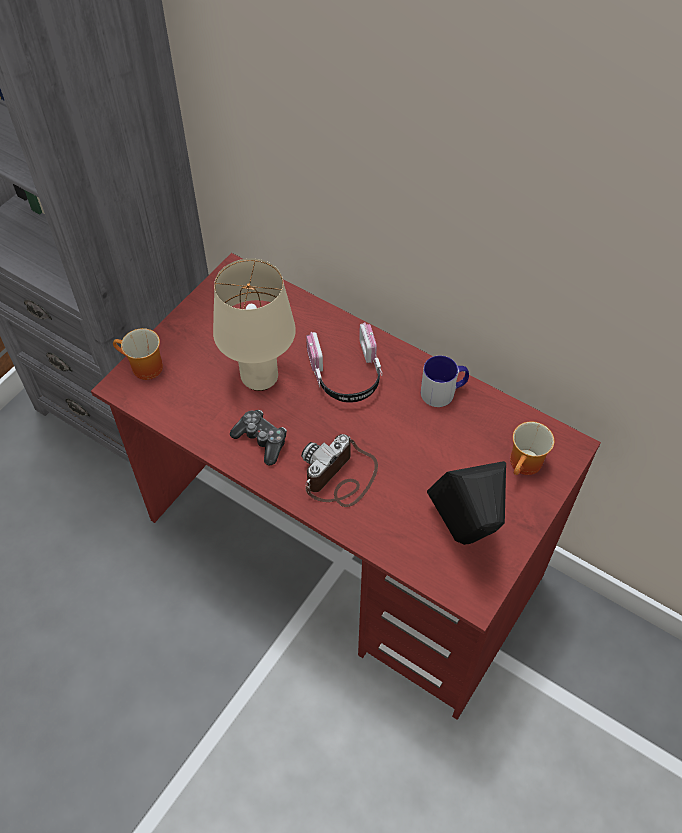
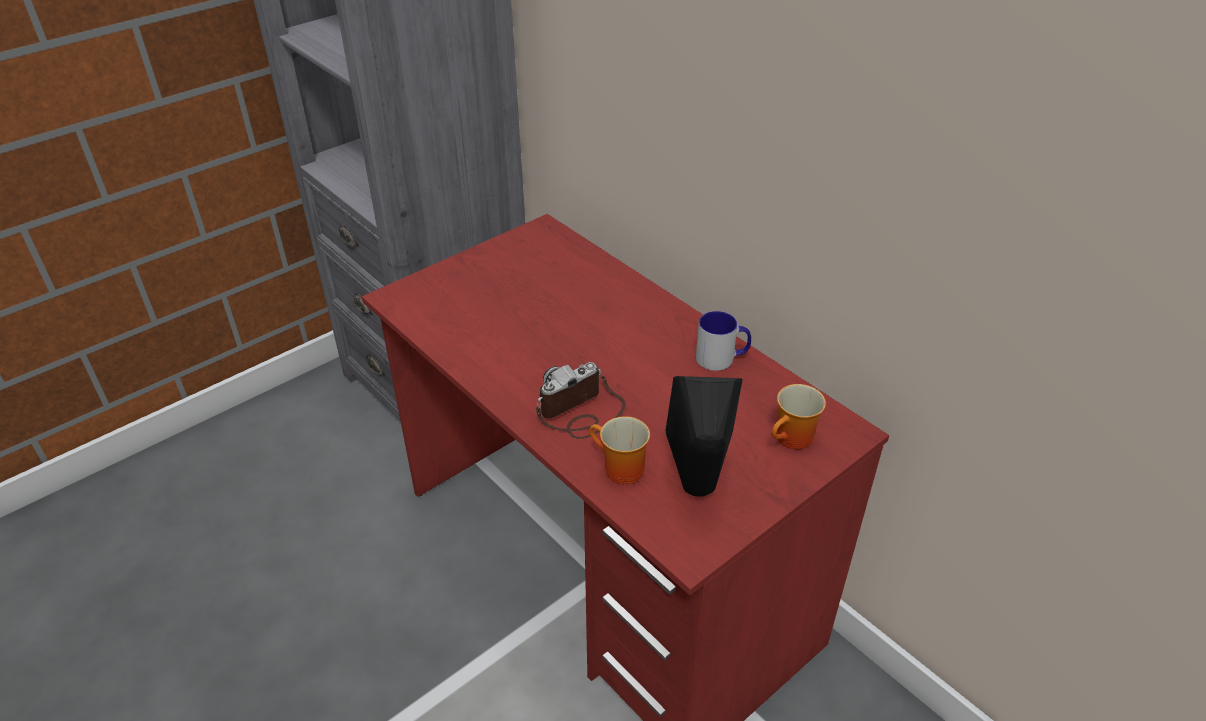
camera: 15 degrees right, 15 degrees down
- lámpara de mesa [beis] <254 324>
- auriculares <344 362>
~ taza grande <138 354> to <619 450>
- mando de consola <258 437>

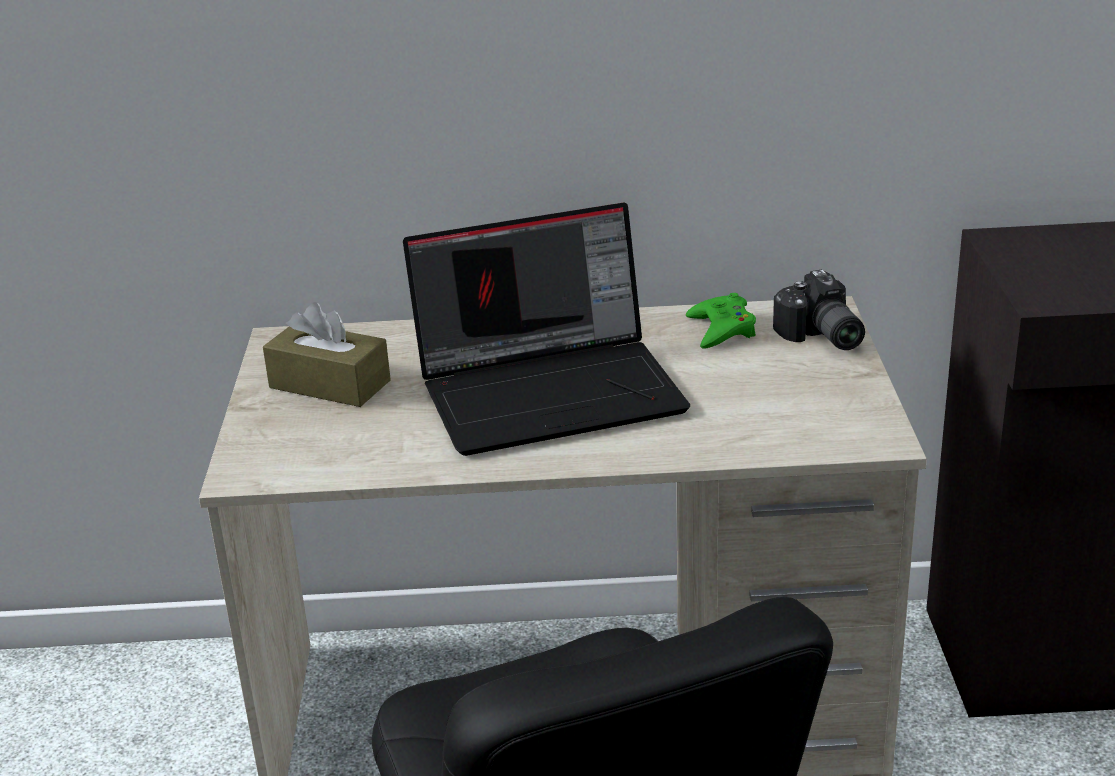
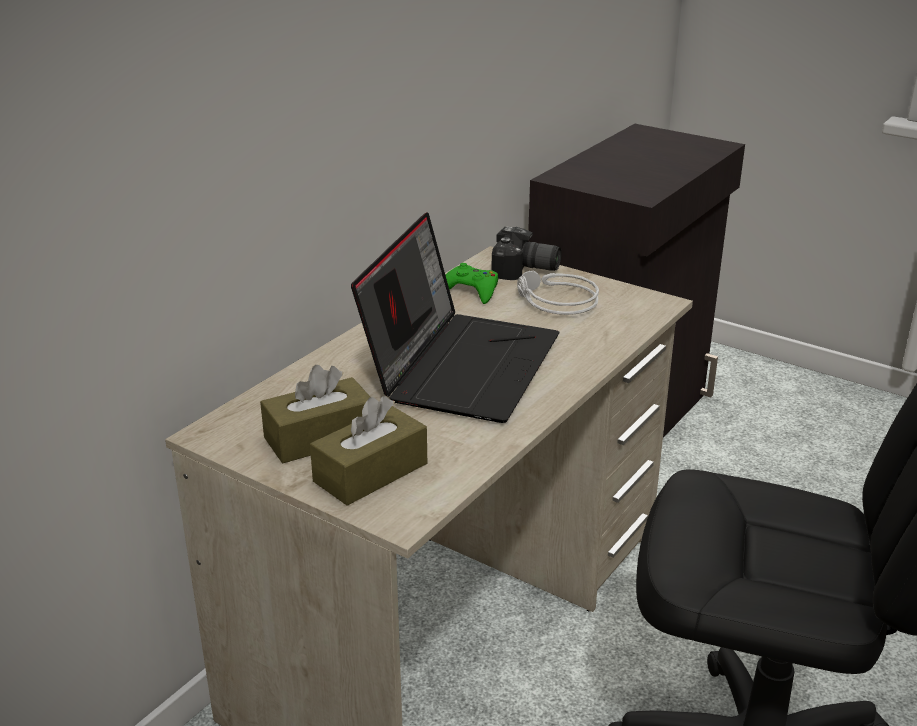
camera: 55 degrees left, 0 degrees up
+ auriculares [gris] <558 292>
+ caja de pañuelos [marrón] <368 451>

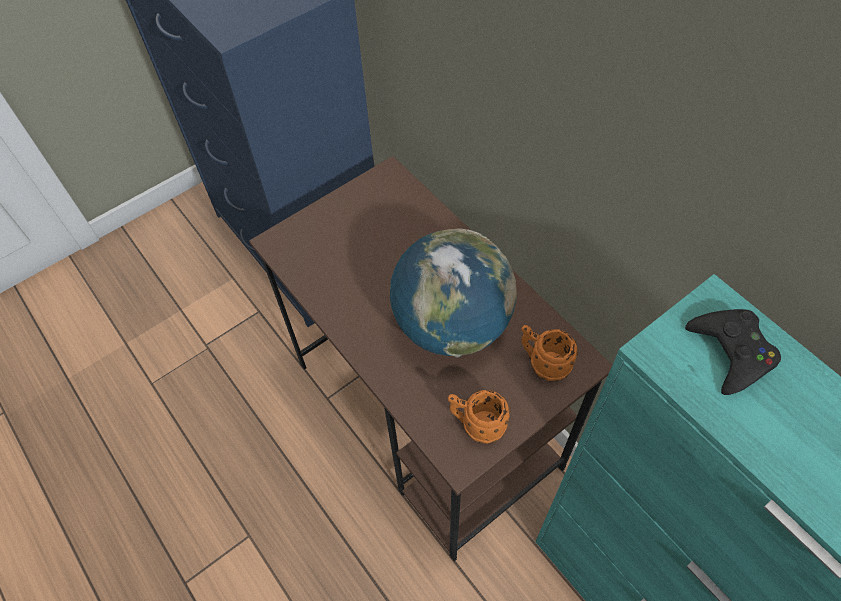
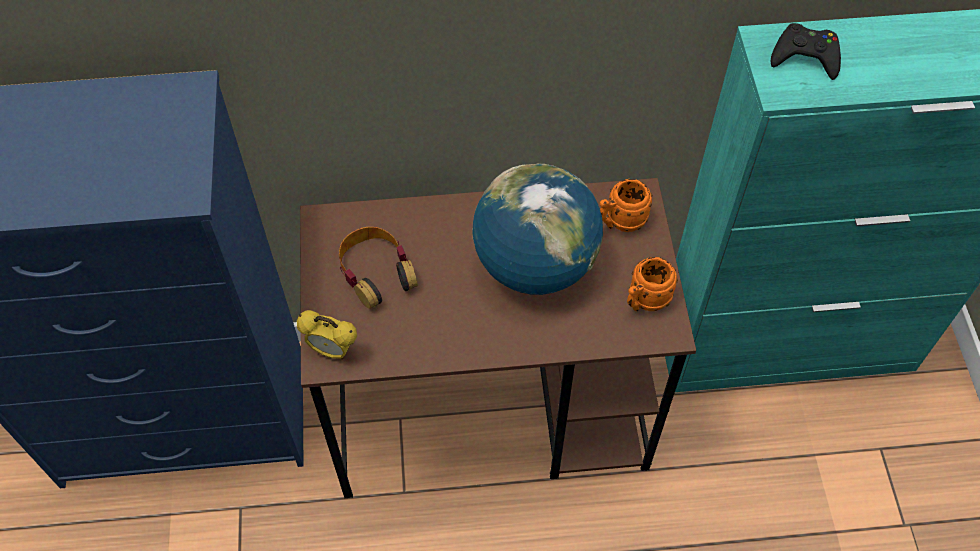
camera: 60 degrees left, 0 degrees up
+ auriculares <378 268>
+ despertador <327 334>

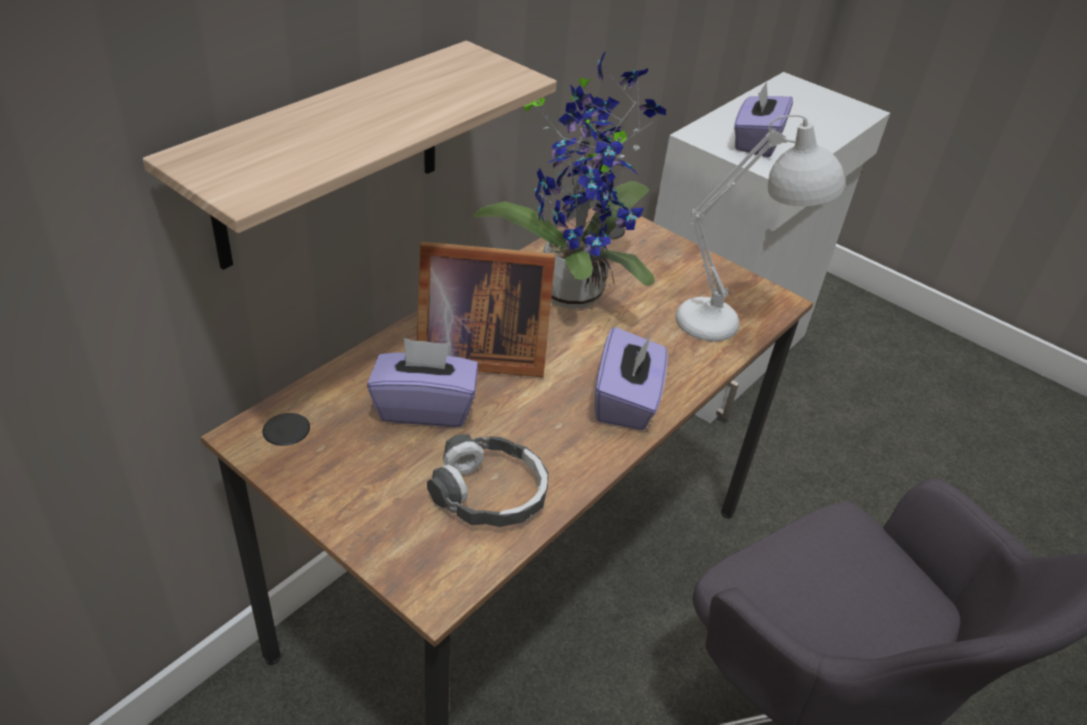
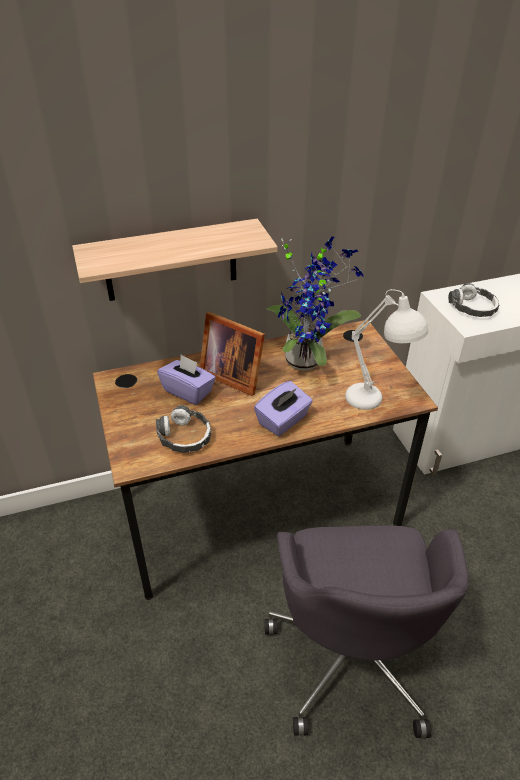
camera: 35 degrees right, 0 degrees up
~ caja de pañuelos [morado] <763 119> to auriculares <473 300>

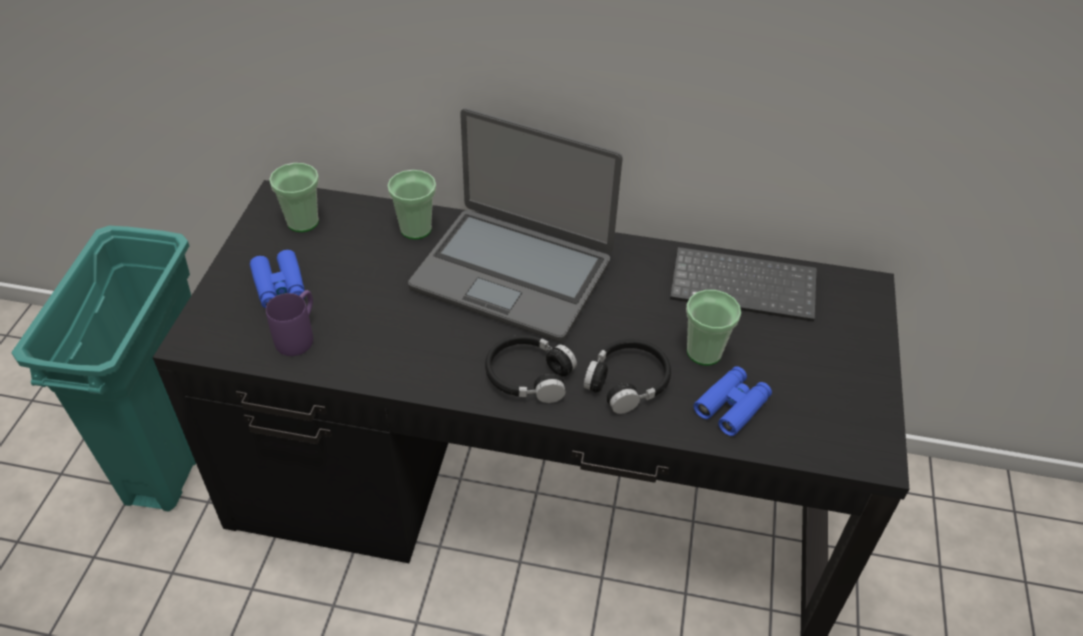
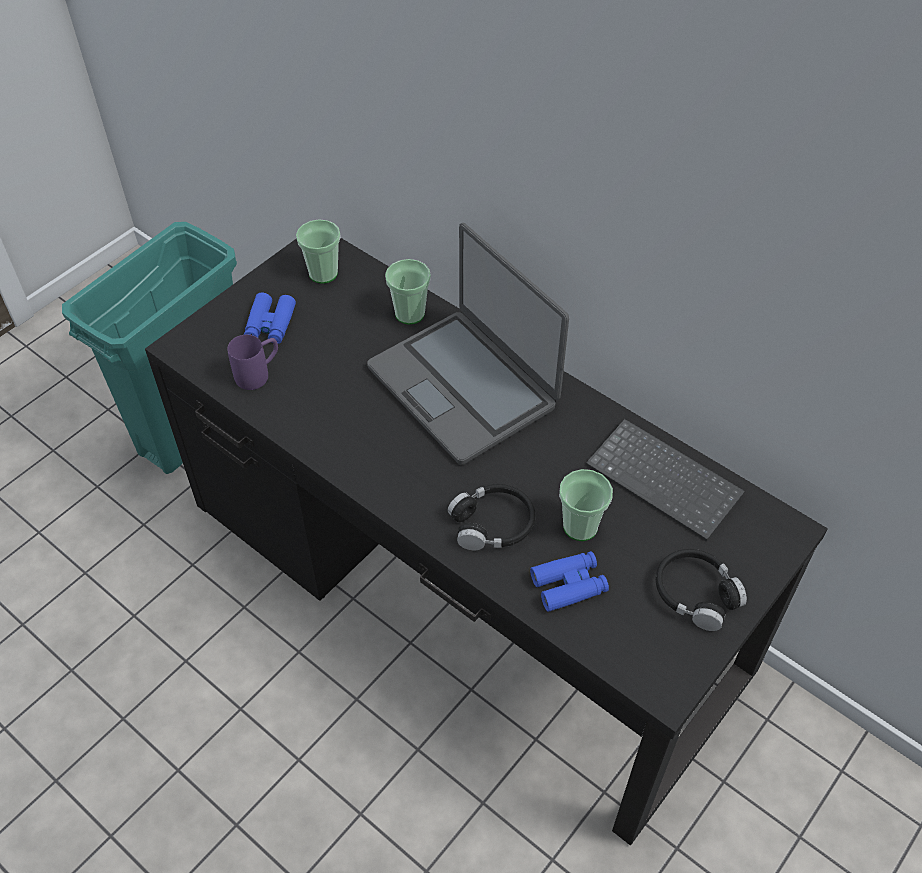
camera: 30 degrees right, 5 degrees up
~ auriculares [negro] <531 369> to <701 590>

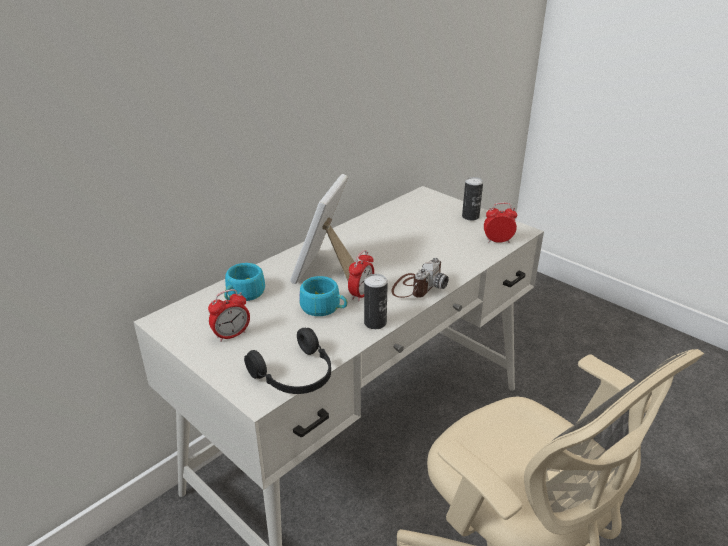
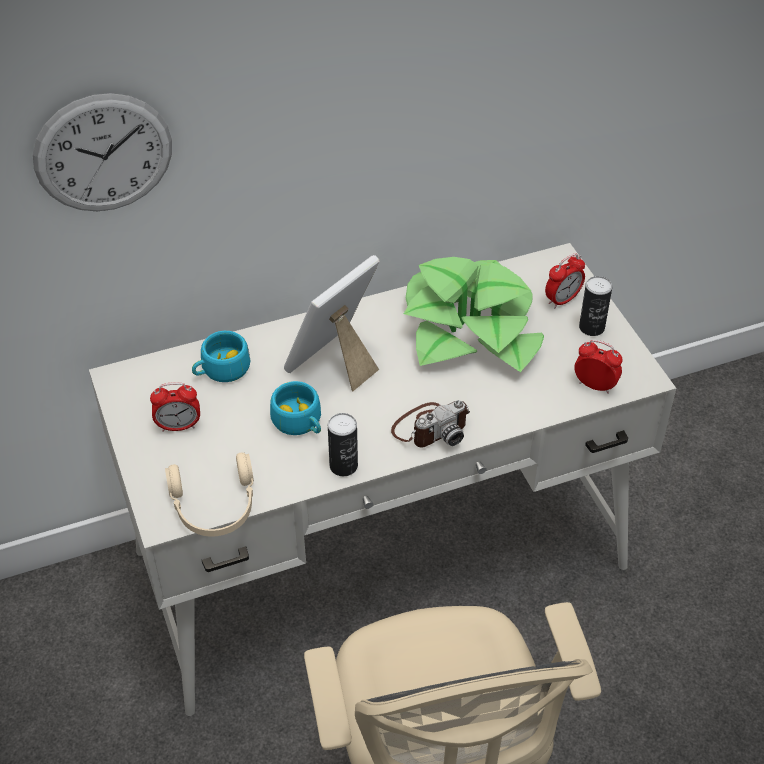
camera: 25 degrees right, 15 degrees up
~ despertador <361 276> to <565 280>
~ auriculares [negro] <287 361> to auriculares [beis] <209 495>
+ reloj de pared <102 152>
+ planta en maceta <474 314>

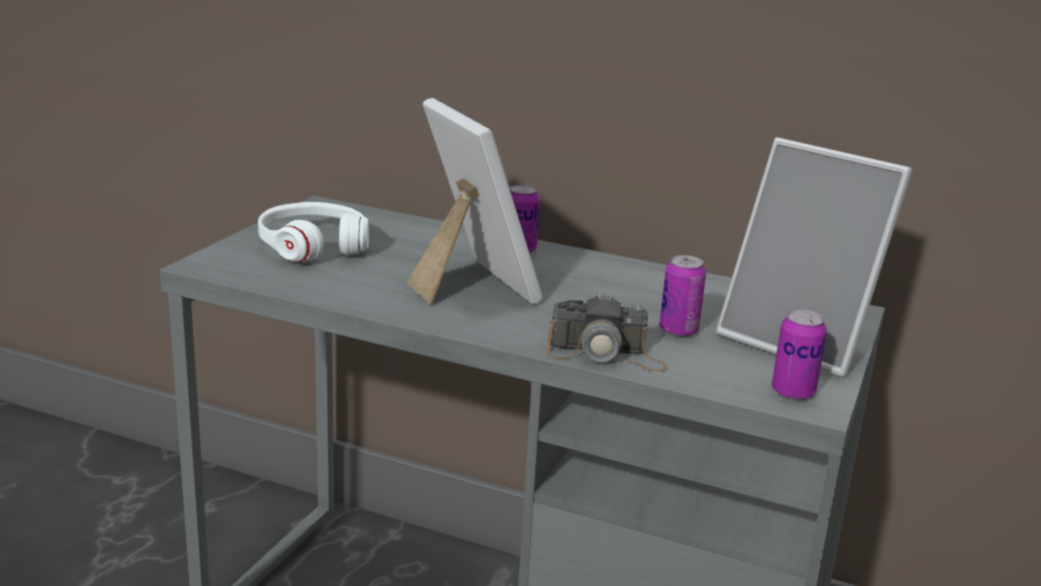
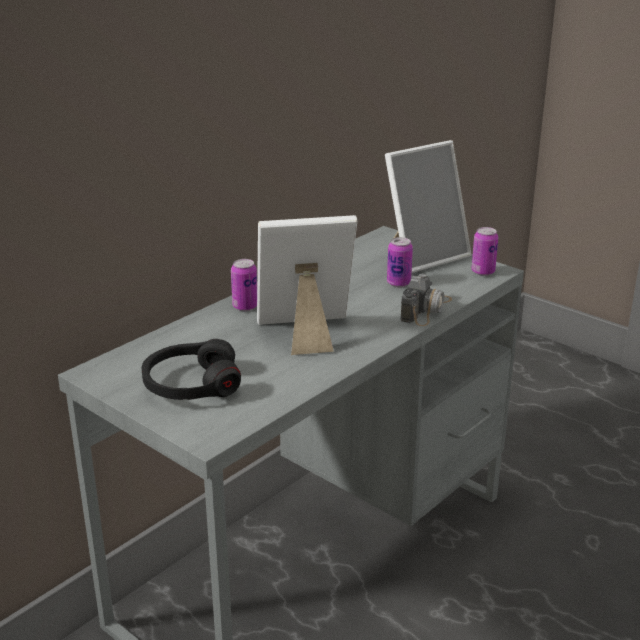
camera: 70 degrees left, 5 degrees up
~ auriculares [blanco] <313 232> to auriculares [negro] <191 369>

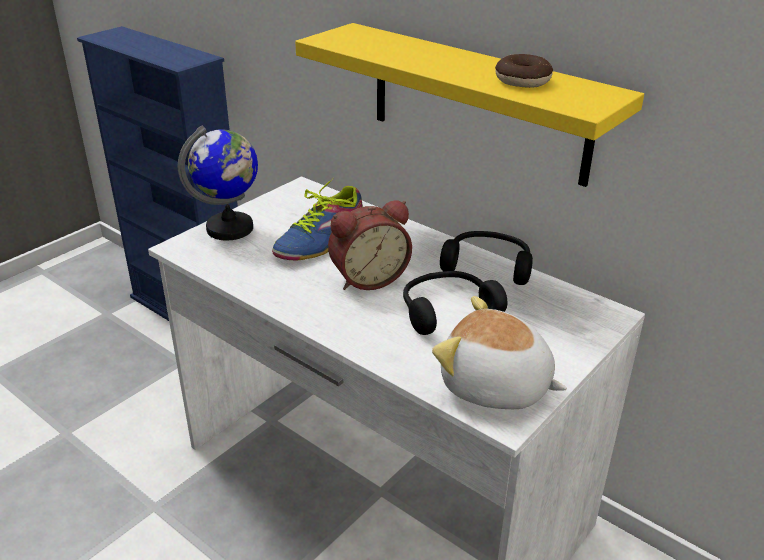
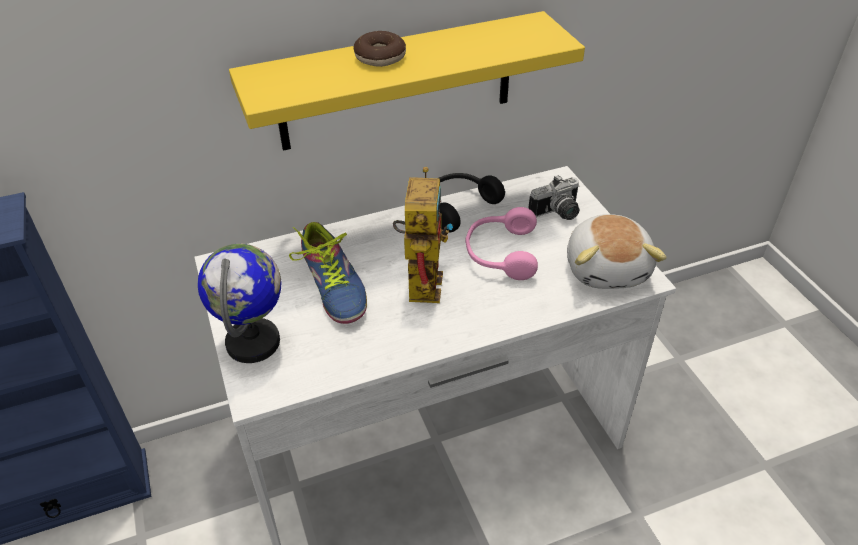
camera: 60 degrees left, 10 degrees up
~ rosquilla <524 71> to <379 49>
~ despertador <370 245> to robot de juguete <423 235>
~ auriculares [negro] <455 303> to auriculares [rosa] <501 243>
~ peluche <499 352> = <617 251> 60 degrees counterclockwise
+ cámara <554 197>

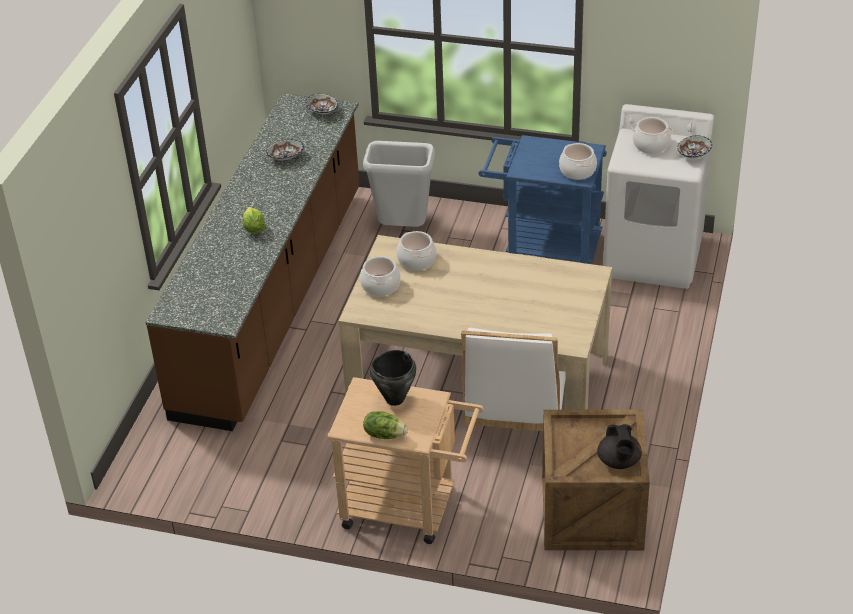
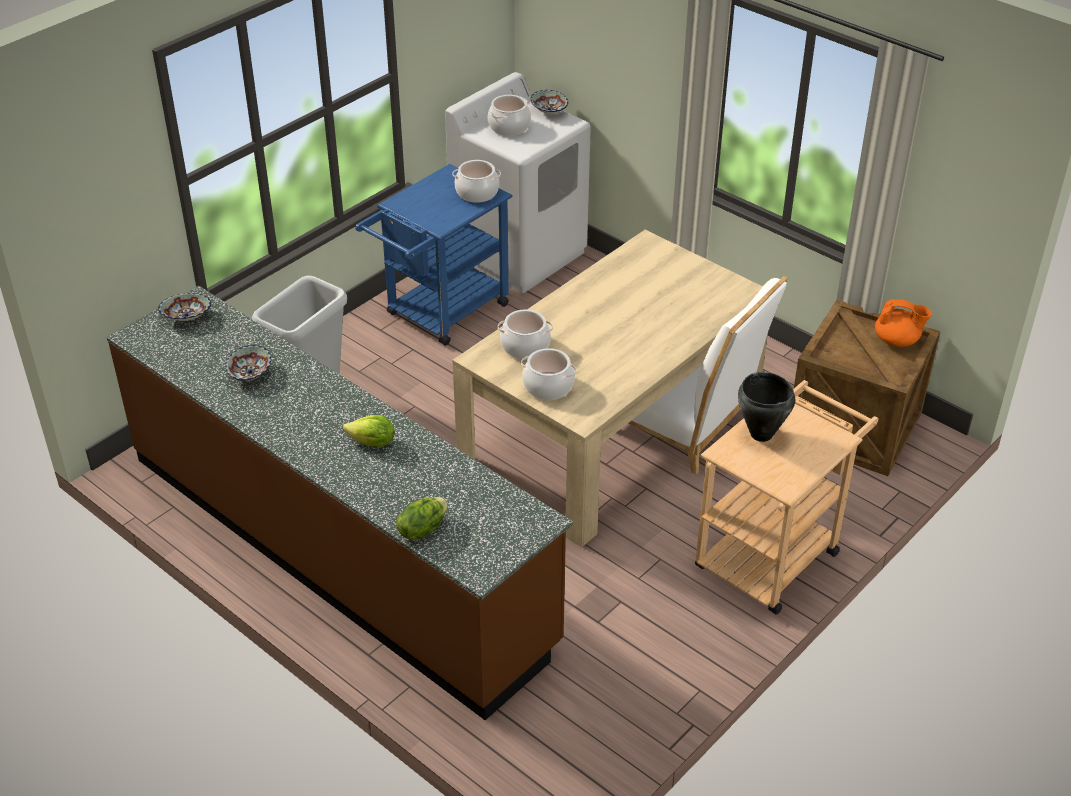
camera: 65 degrees left, 0 degrees up
~ lechuga <385 425> to <422 518>
~ tetera [negro] <619 446> to tetera [naranja] <903 323>

